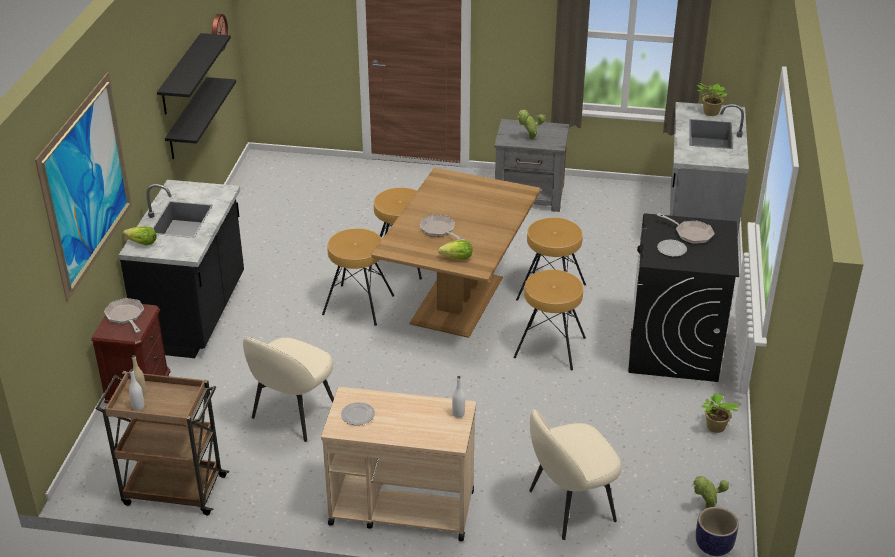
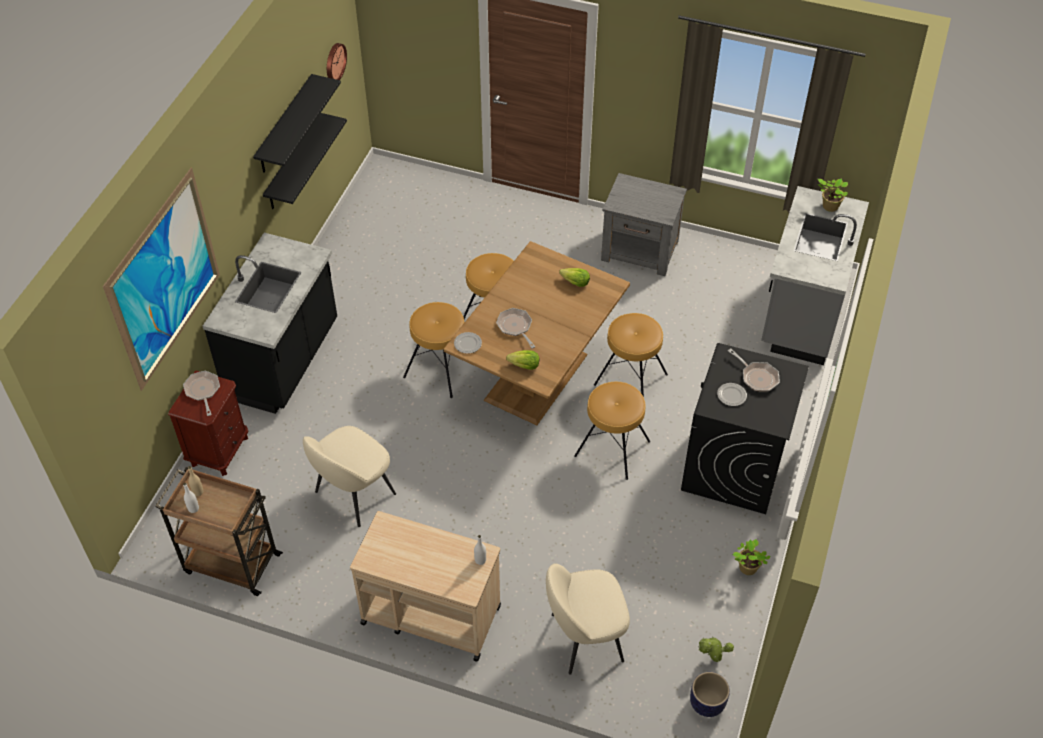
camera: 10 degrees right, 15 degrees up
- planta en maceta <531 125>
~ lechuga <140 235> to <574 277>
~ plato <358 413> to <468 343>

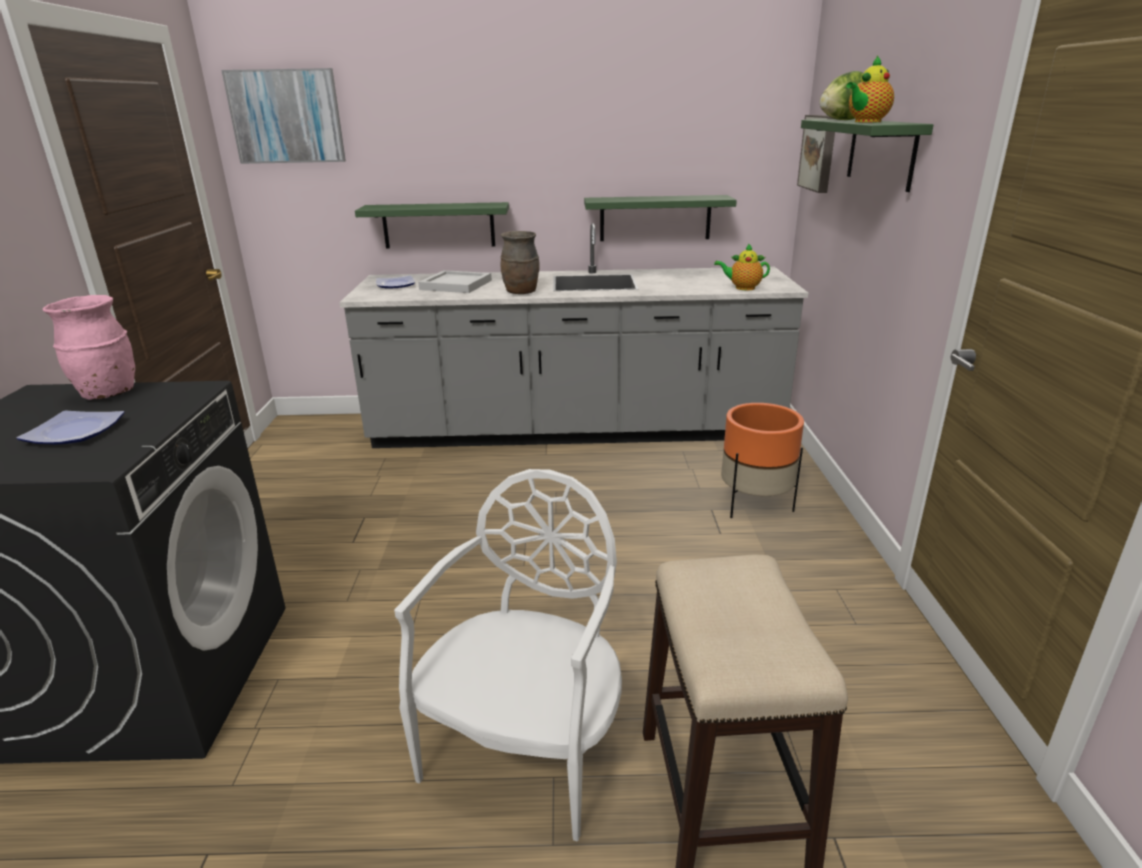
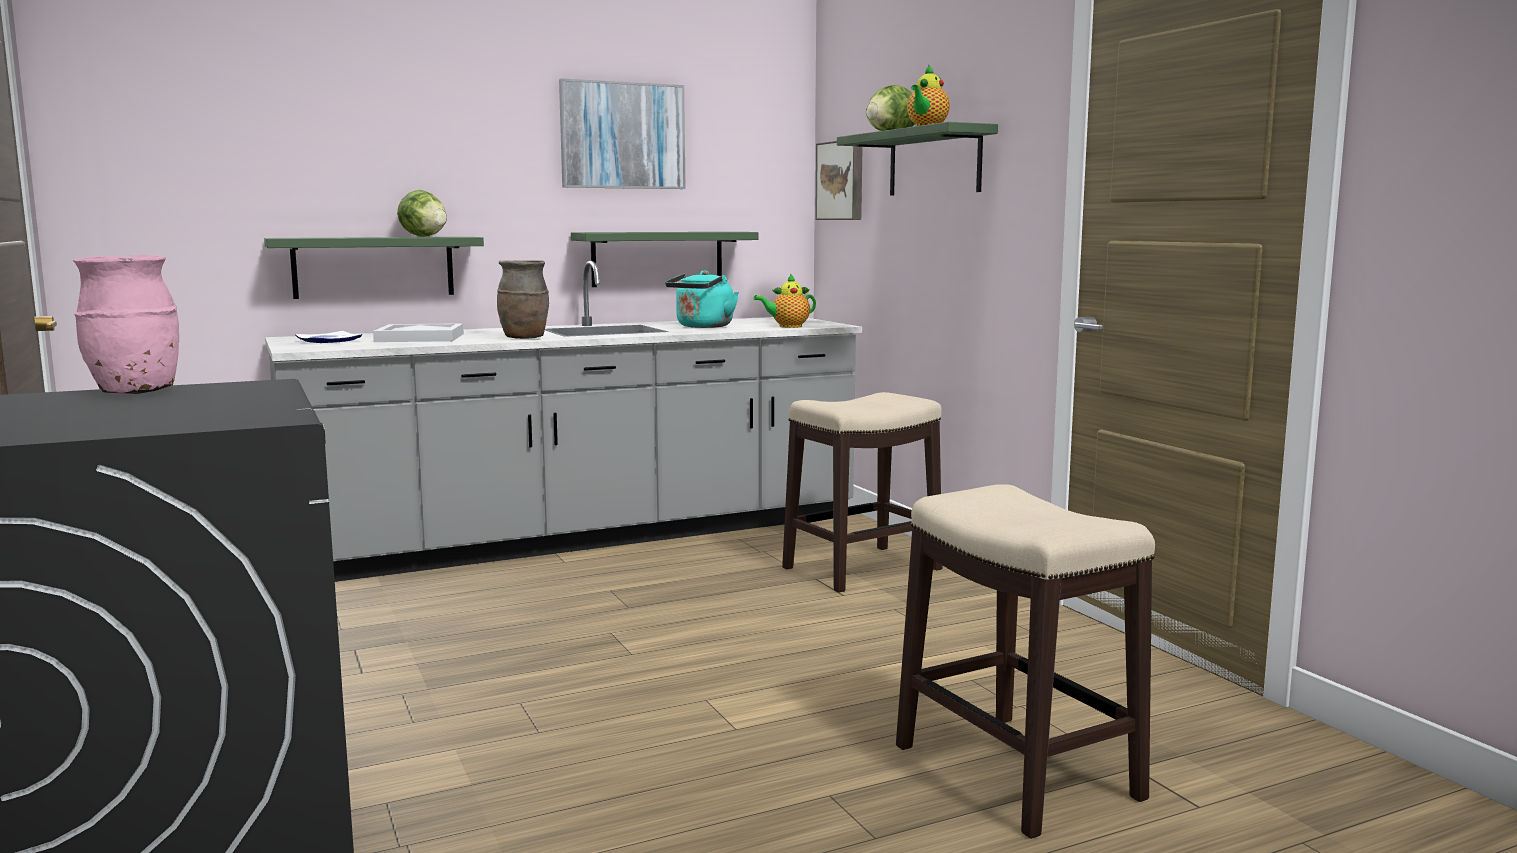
camera: 25 degrees left, 15 degrees down
~ cuadro <283 116> to <622 133>
~ maceta [naranja] <762 460> to taburete <862 492>
- plato <70 428>
- silla [blanco] <508 655>
+ lechuga <422 213>
+ hervidor [turquesa] <702 299>

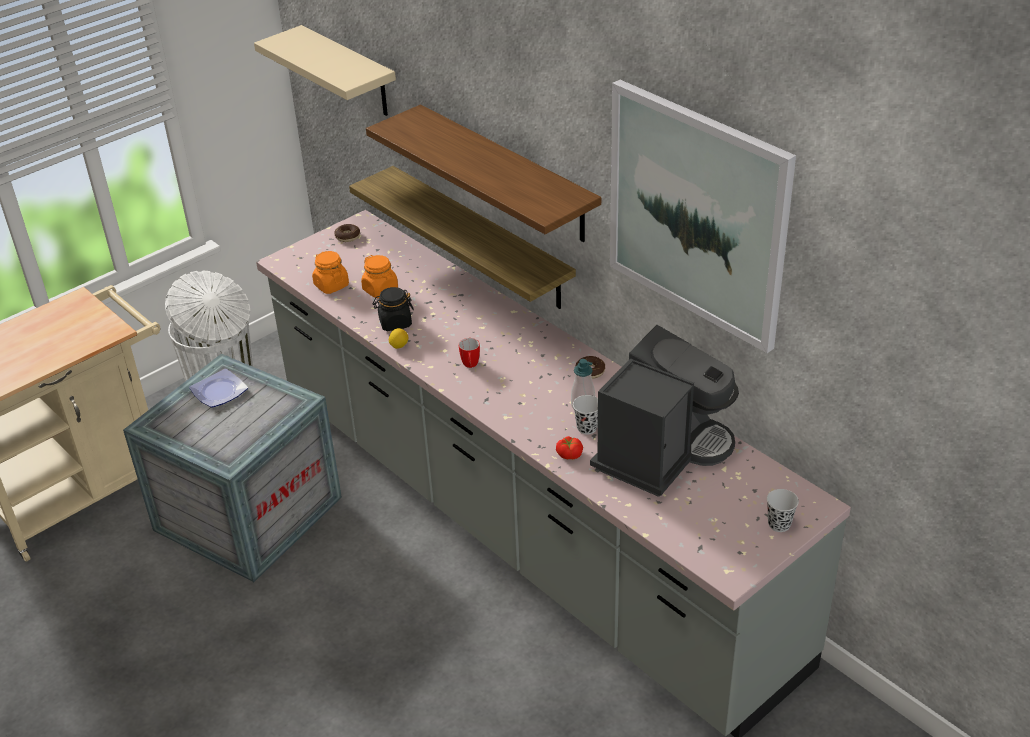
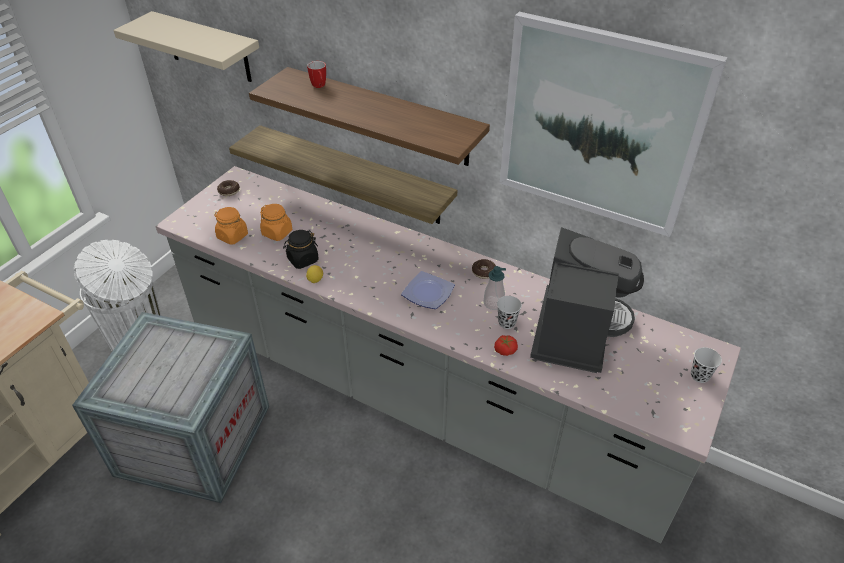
camera: 20 degrees left, 5 degrees up
~ taza grande <469 353> to <316 74>
~ plato <218 388> to <428 290>

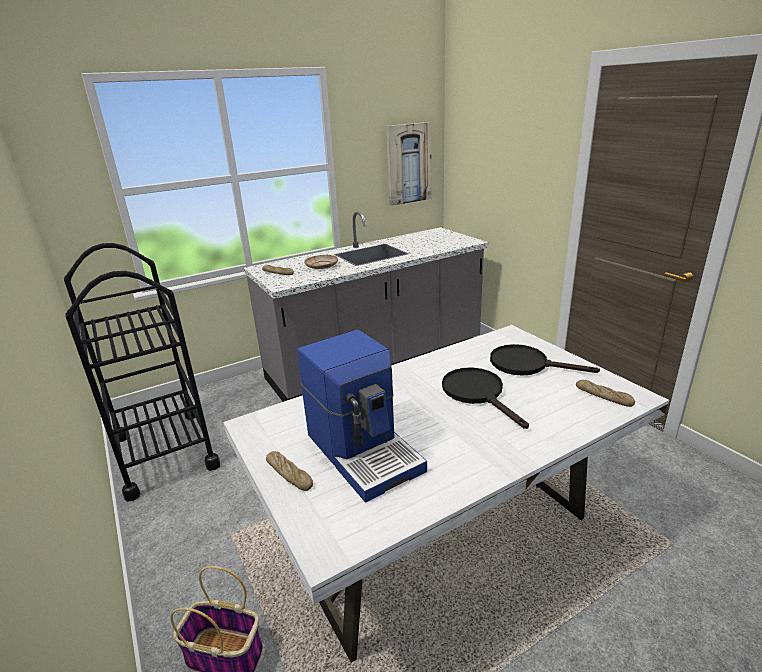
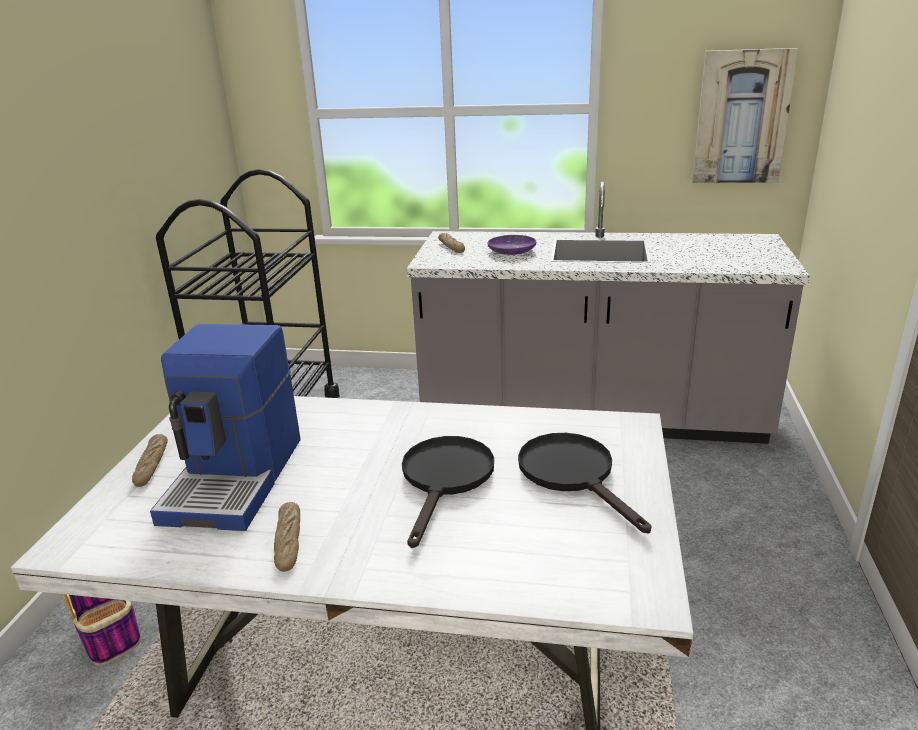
camera: 40 degrees right, 0 degrees up
~ plato [beis] <321 262> to plato [morado] <511 245>
~ pan <605 393> to <287 537>

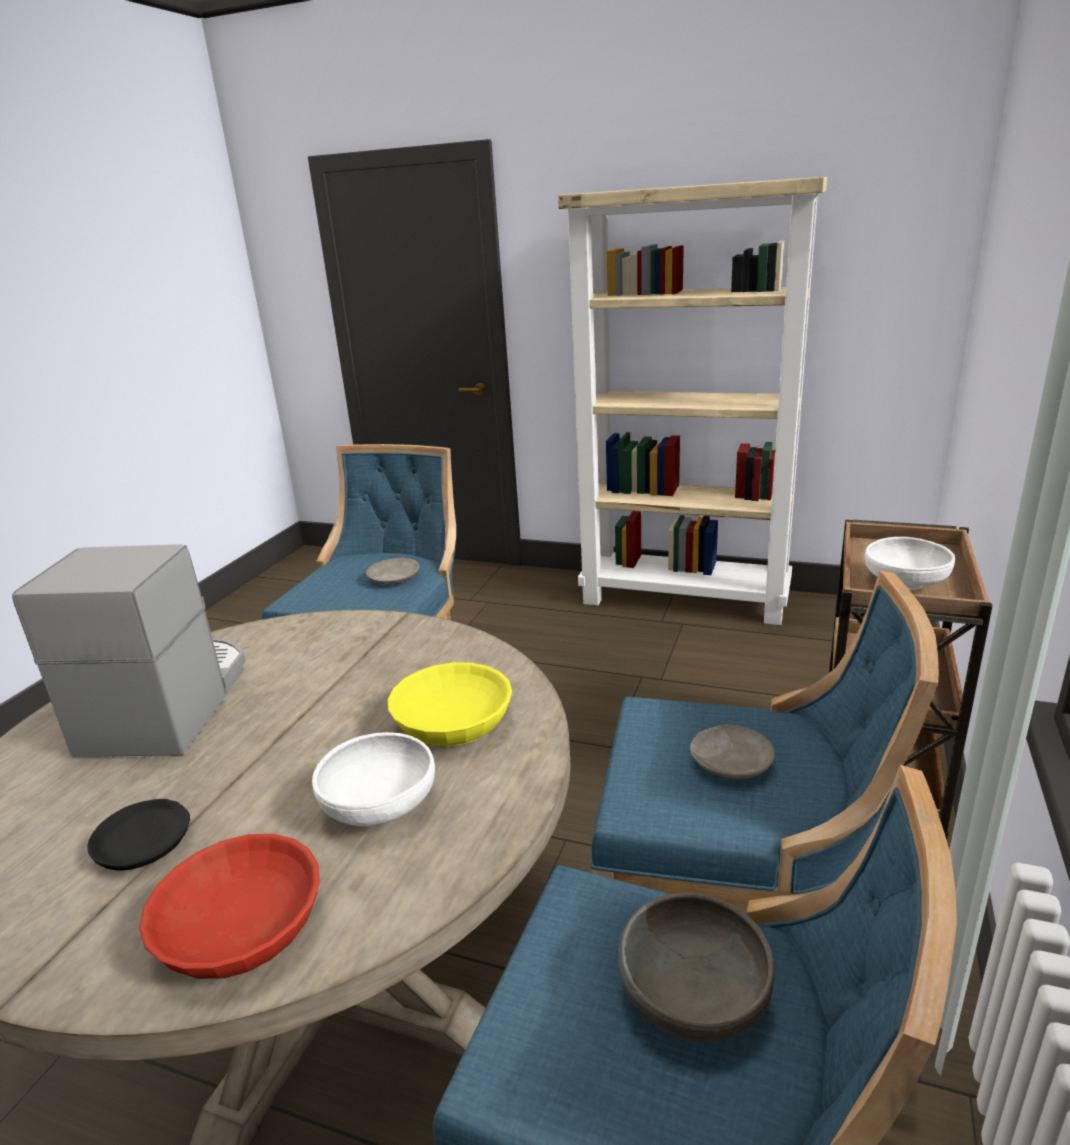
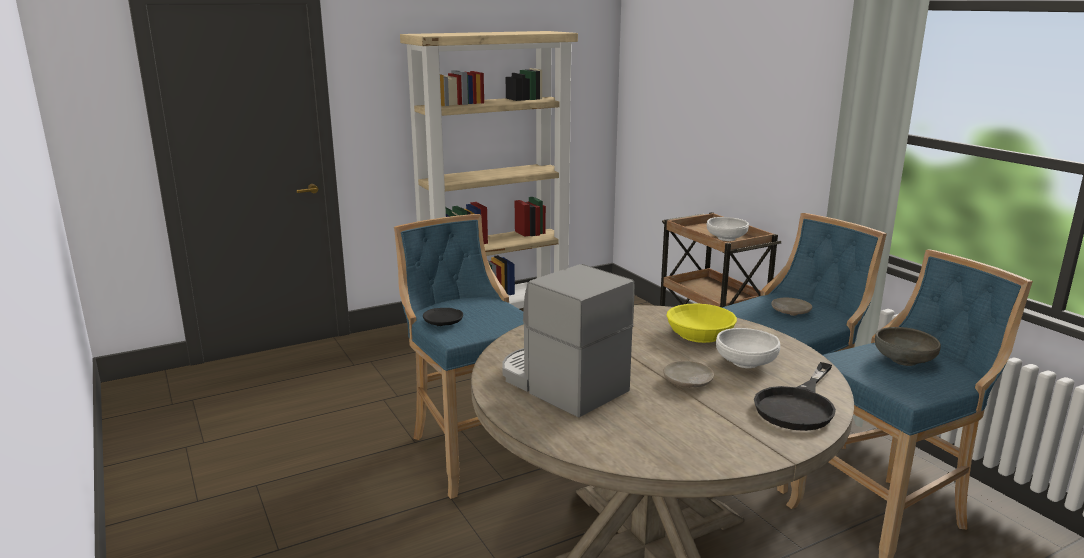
camera: 50 degrees left, 5 degrees down
~ plato [beis] <392 571> to <688 374>
~ plato [negro] <139 834> to <443 317>
~ cuenco [rojo] <229 906> to sartén [negro] <795 396>

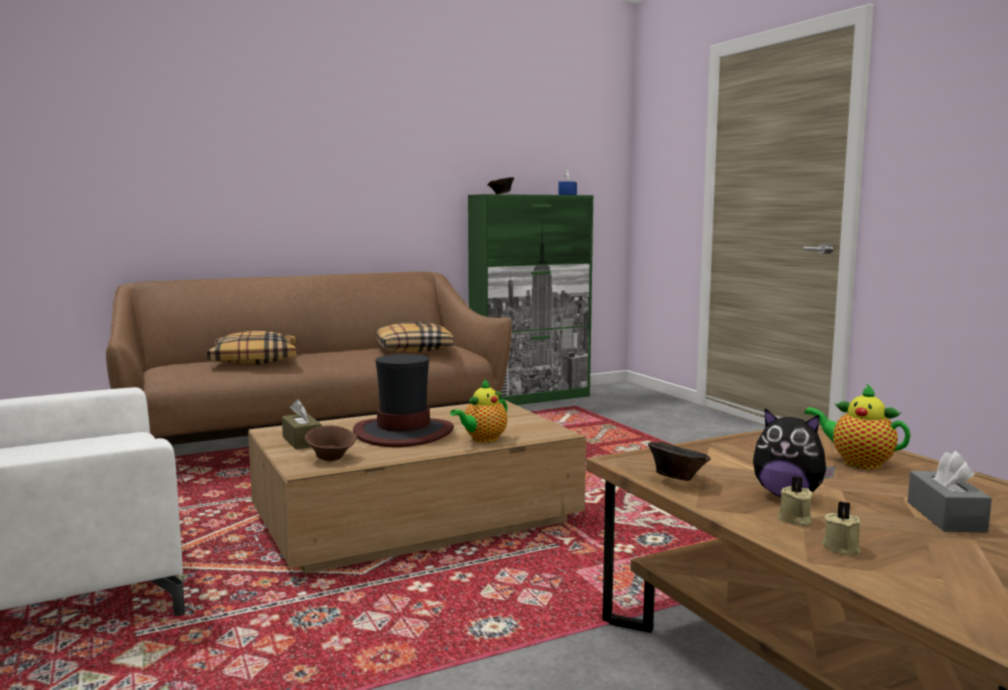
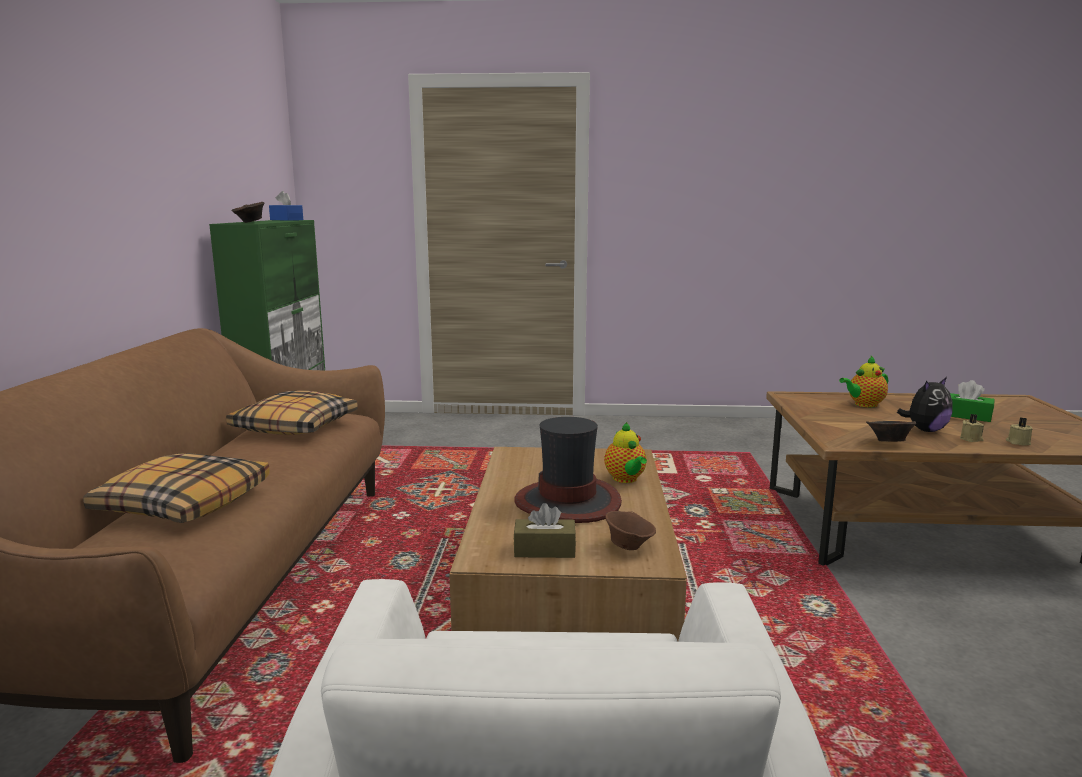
camera: 60 degrees left, 5 degrees up
~ caja de pañuelos [gris] <950 491> to caja de pañuelos [verde] <972 401>

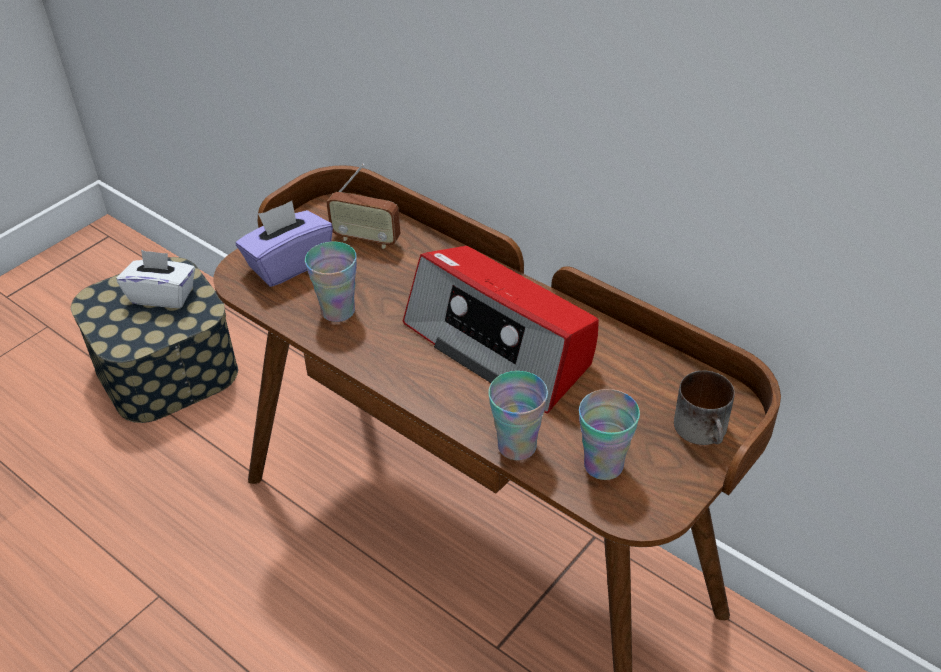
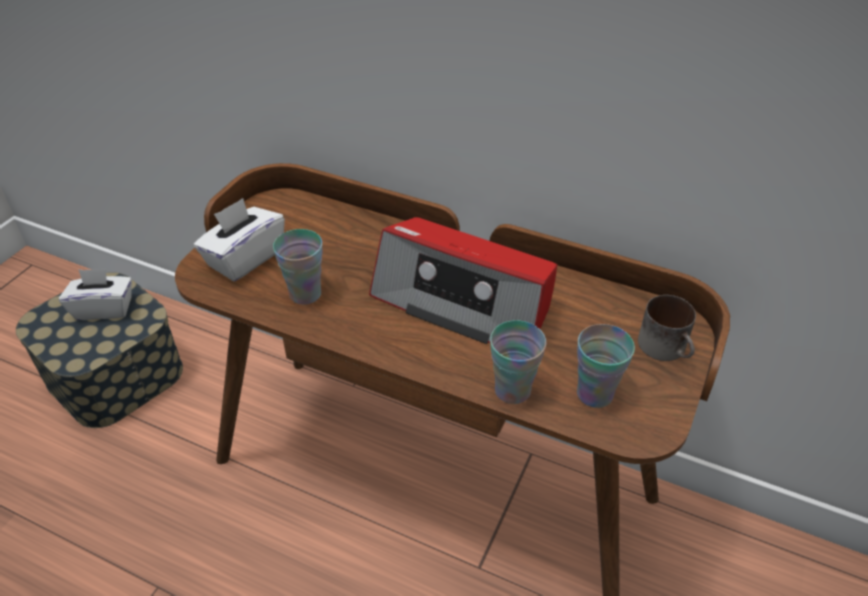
camera: 15 degrees left, 0 degrees up
- radio <363 206>
~ caja de pañuelos [morado] <284 244> to caja de pañuelos [blanco] <239 239>

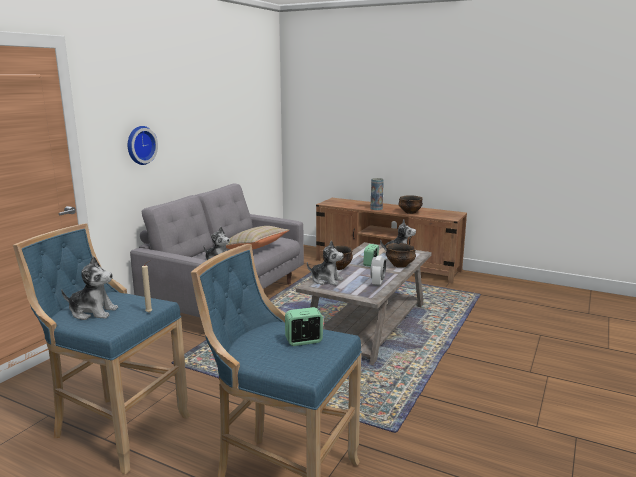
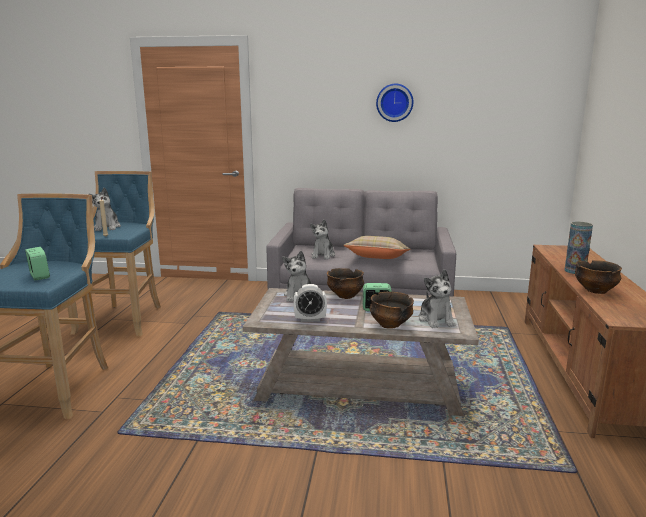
camera: 70 degrees right, 0 degrees up
~ reloj de pared <143 145> to <394 103>

